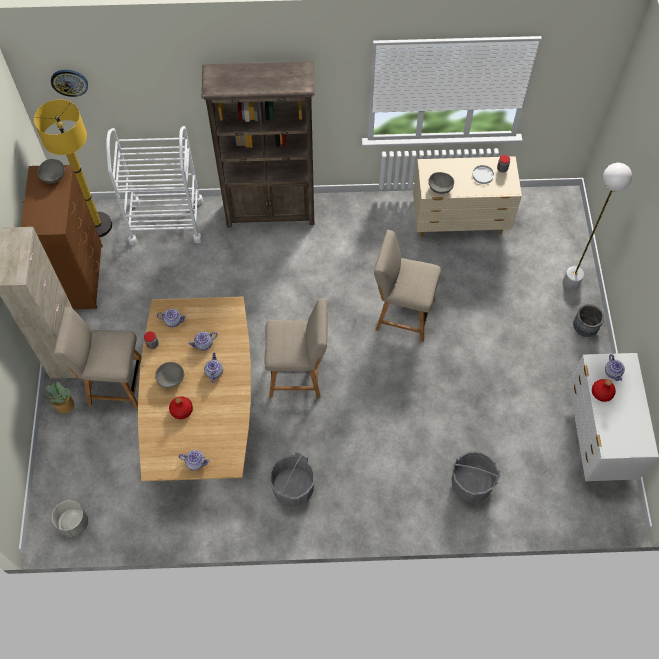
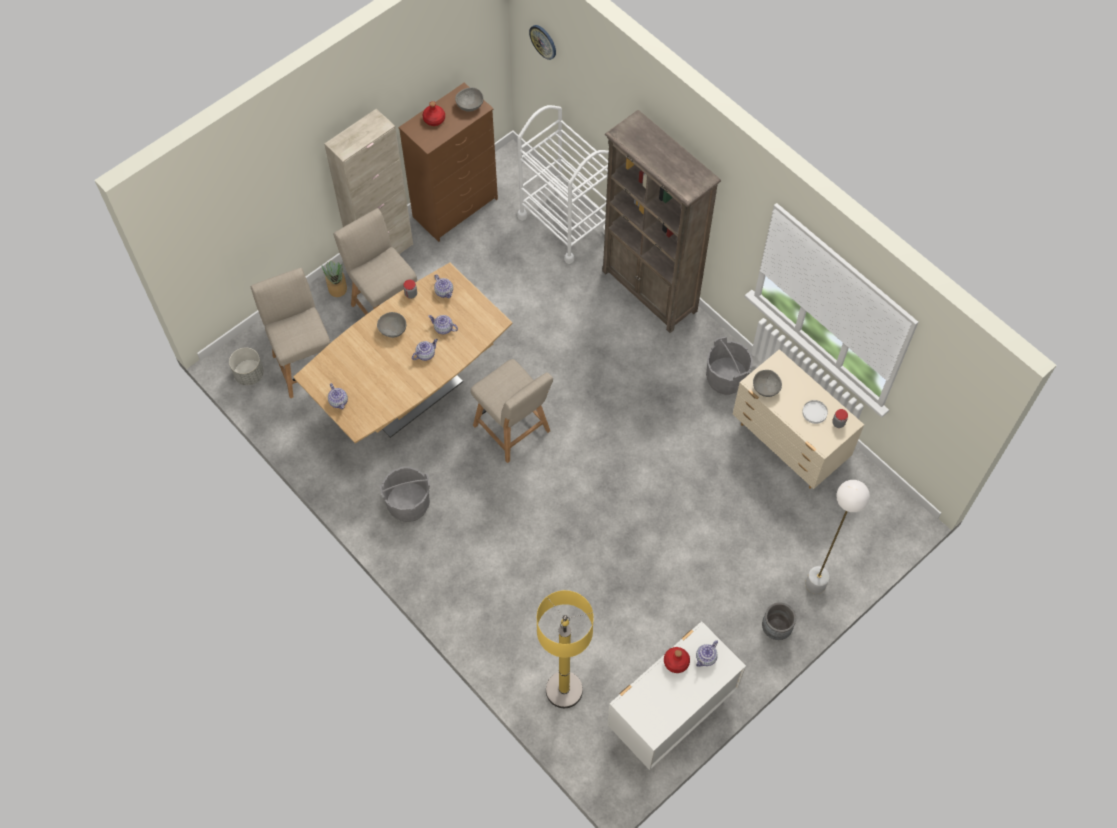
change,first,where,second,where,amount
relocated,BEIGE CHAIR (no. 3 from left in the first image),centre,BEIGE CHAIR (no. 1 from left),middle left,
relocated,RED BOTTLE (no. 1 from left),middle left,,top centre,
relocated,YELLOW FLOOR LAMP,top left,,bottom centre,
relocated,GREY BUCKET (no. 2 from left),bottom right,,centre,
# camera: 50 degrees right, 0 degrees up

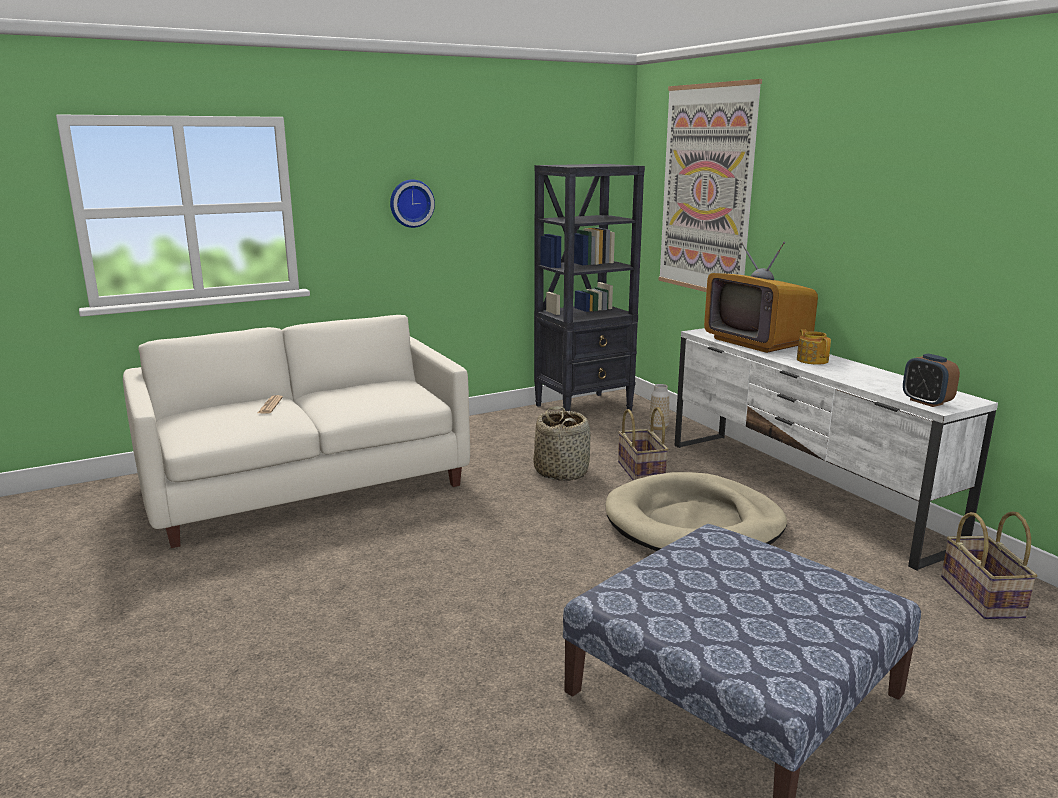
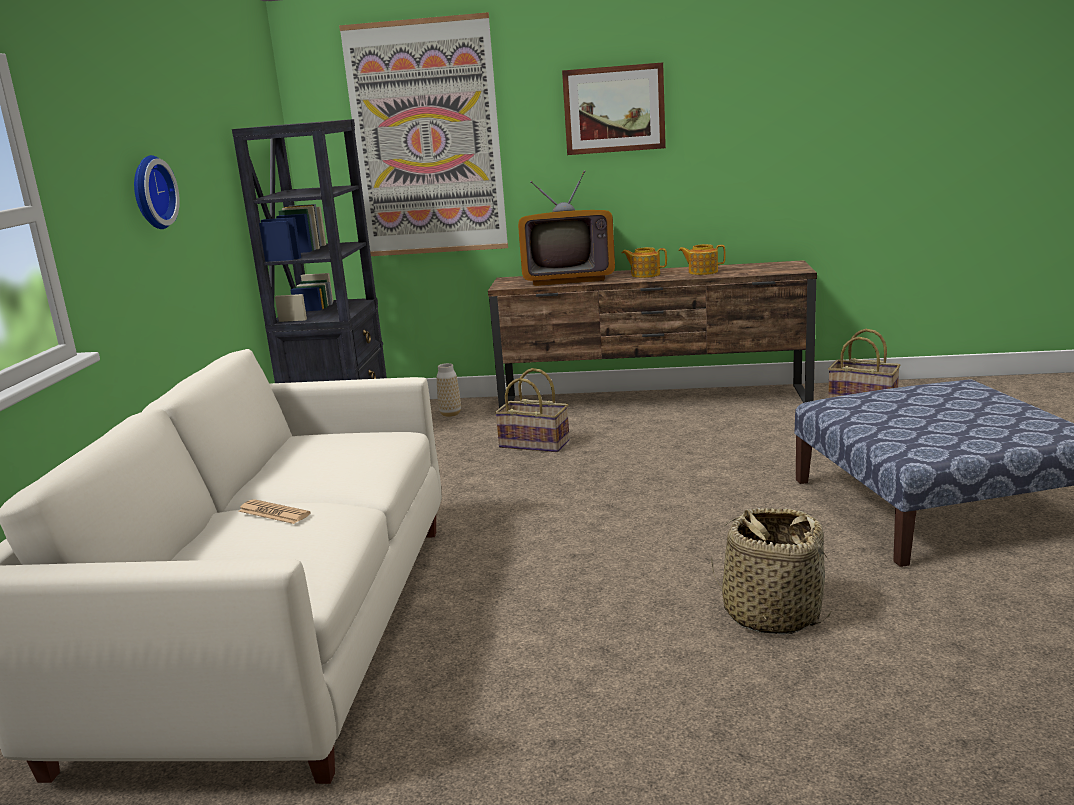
change,first,where,second,where,amount
colour,WHITE TV STAND,middle right,BROWN TV STAND,centre,
appeared,,,PICTURE (no. 2 from left),top centre,
appeared,,,TEAPOT (no. 2 from left),top centre,
relocated,BASKET (no. 1 from left in the first image),centre,BASKET (no. 2 from left),bottom right,
missing,BEIGE DOG BED,centre,,,
missing,ALARM CLOCK,middle right,,,
# camera: 55 degrees left, 0 degrees up

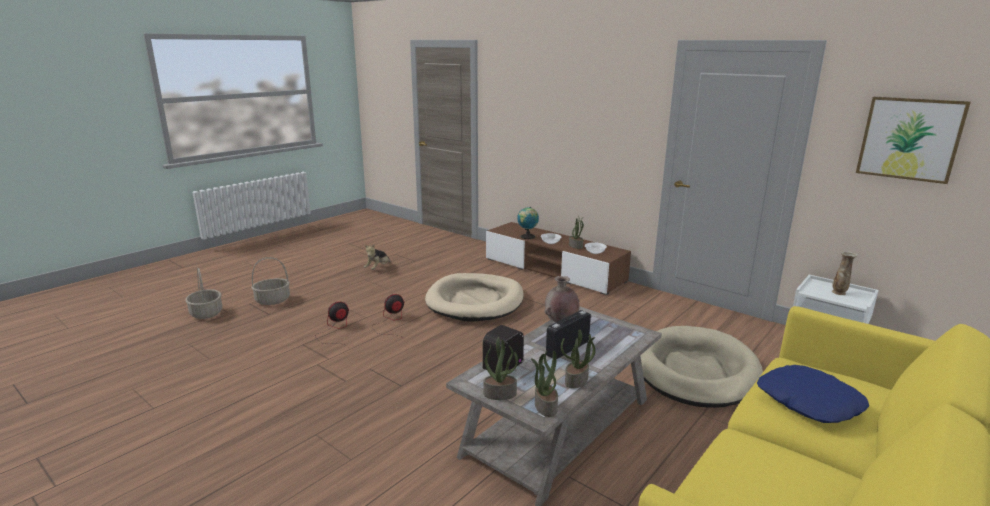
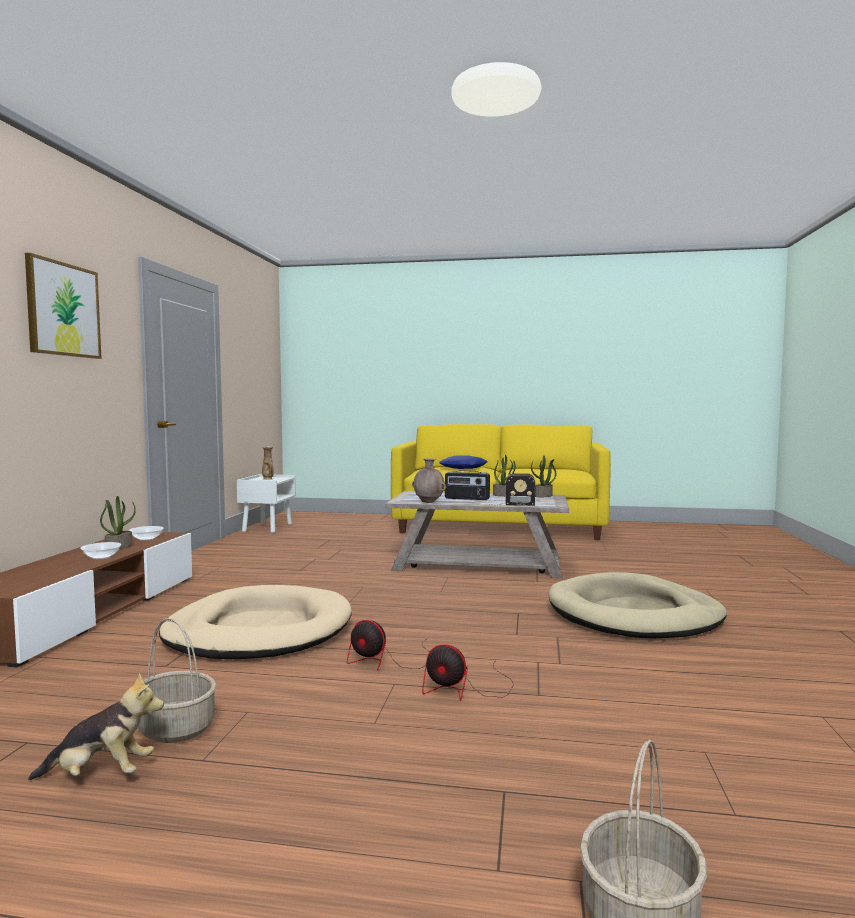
change,first,where,second,where,amount
relocated,PICTURE,top right,,middle left,
relocated,BASKET (no. 2 from left in the first image),middle left,BASKET (no. 1 from left),bottom left,
relocated,BEIGE DOG BED (no. 2 from left),bottom right,,middle right,
missing,POTTED PLANT (no. 1 from left),bottom centre,,,
missing,GLOBE,centre,,,
# camera: 120 degrees left, 15 degrees down

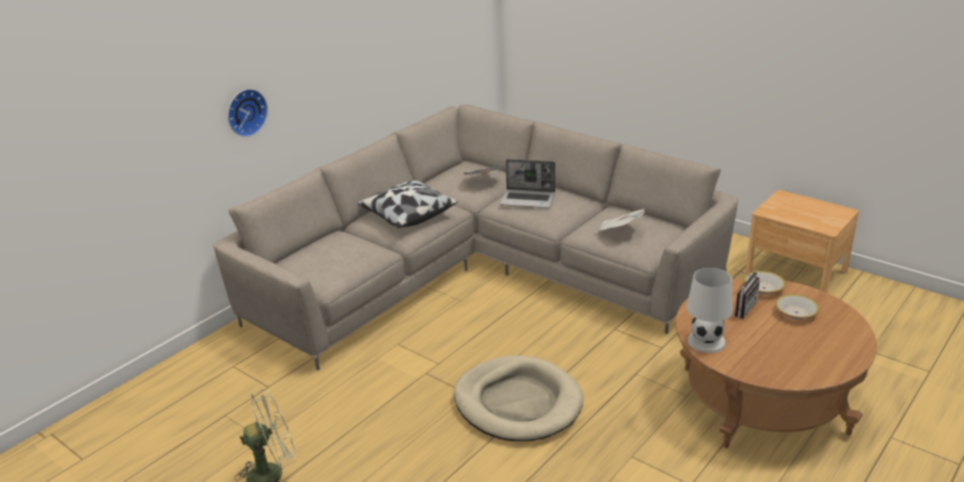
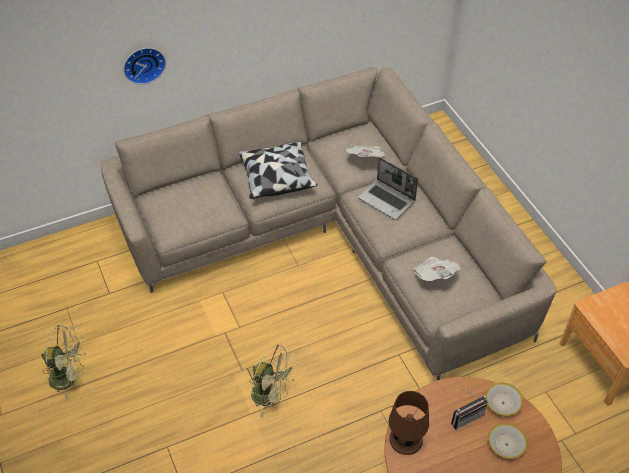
change,first,where,second,where,amount
exchanged,BEIGE DOG BED,bottom centre,GREEN FAN (no. 2 from left),bottom centre,
colour,WHITE TABLE LAMP,middle right,BROWN TABLE LAMP,bottom centre,
# camera: 25 degrees right, 20 degrees up

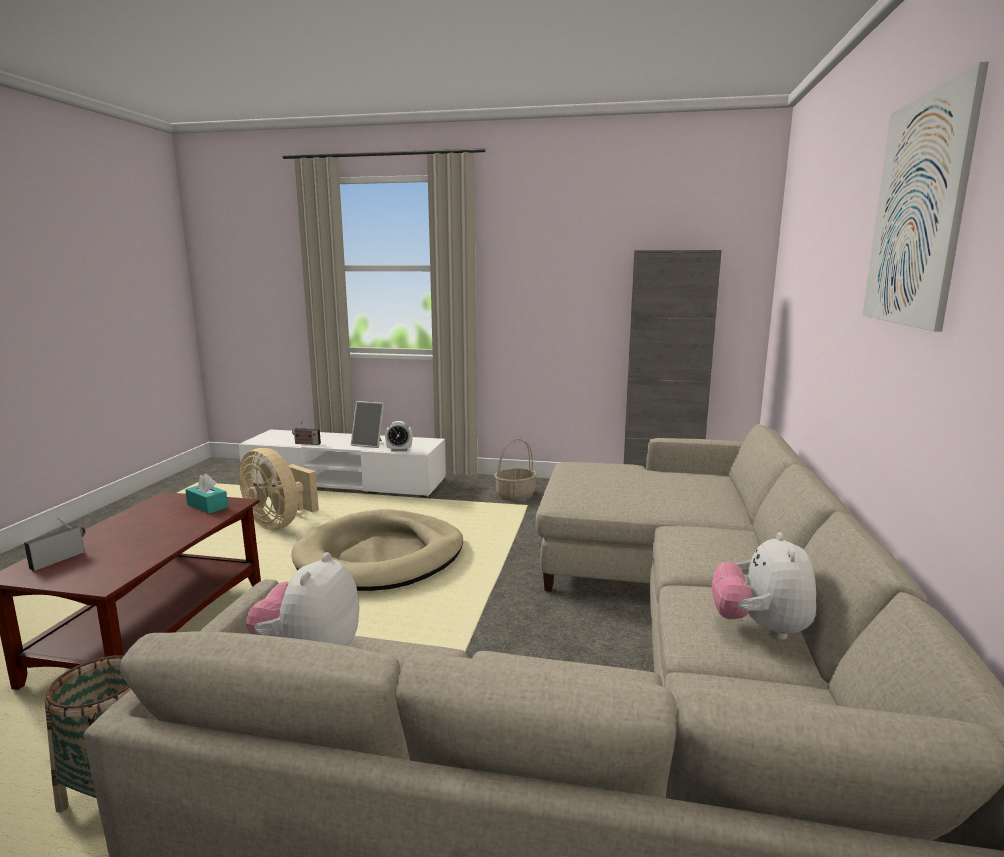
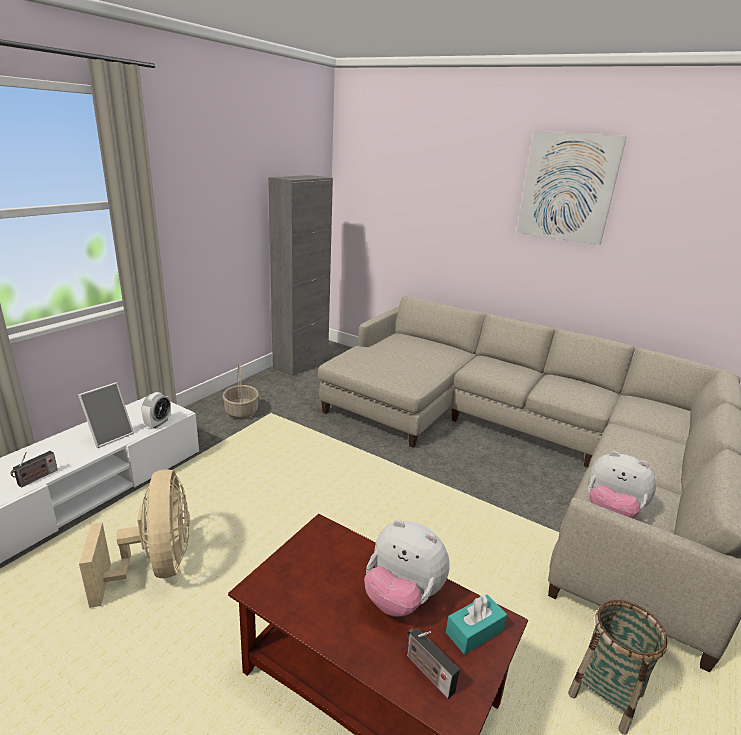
change,first,where,second,where,amount
spun,BEIGE FAN,middle left,,bottom left,75 degrees counterclockwise
relocated,PLUSH TOY (no. 2 from left in the first image),bottom right,PLUSH TOY (no. 1 from left),bottom centre,
relocated,TURQUOISE TISSUE BOX,middle left,,bottom centre,
missing,BEIGE DOG BED,centre,,,
# camera: 70 degrees left, 10 degrees up

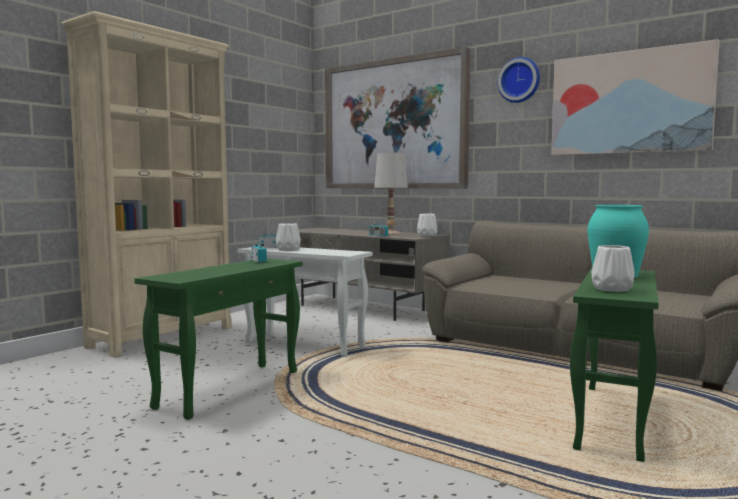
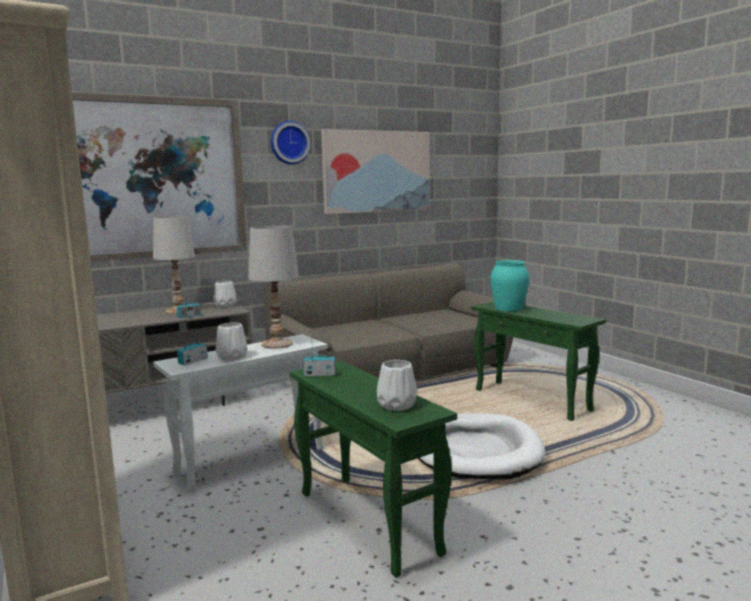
change,first,where,second,where,amount
appeared,,,WHITE TABLE LAMP (no. 2 from left),centre,
relocated,WHITE VASE (no. 3 from left),middle right,,centre,
appeared,,,WHITE DOG BED,bottom centre,
# camera: 65 degrees left, 5 degrees up

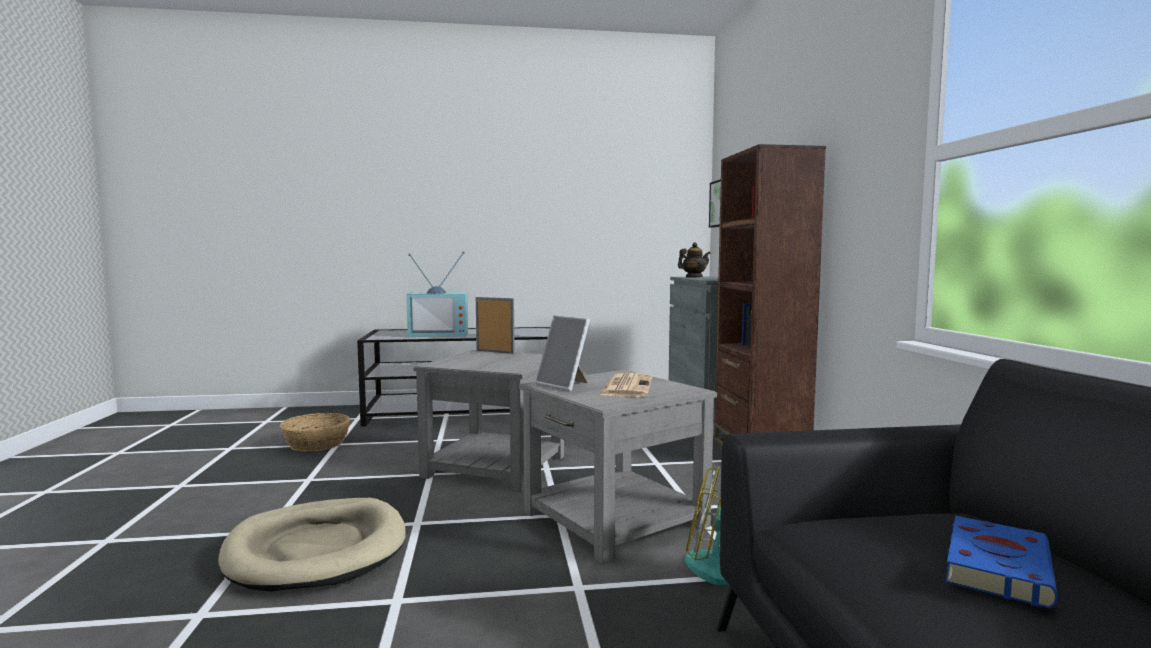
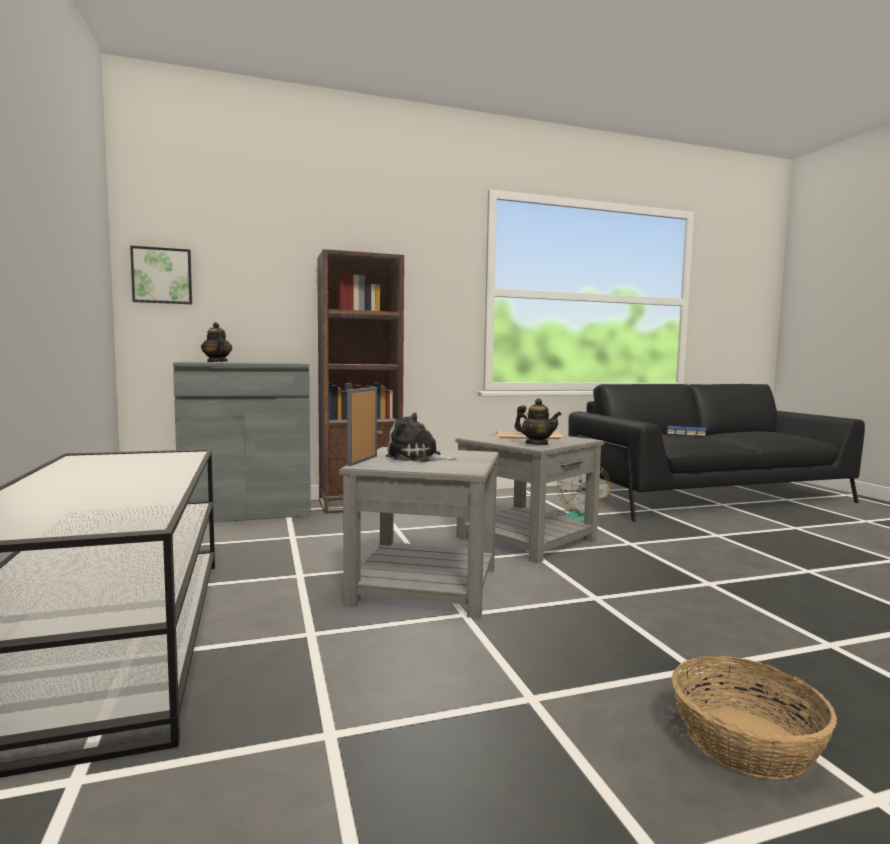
change,first,where,second,where,amount
appeared,,,PLUSH TOY,centre,
exchanged,PICTURE FRAME (no. 2 from left),centre,TEAPOT (no. 2 from left),centre,
relocated,BASKET,bottom left,,bottom right,
missing,BEIGE DOG BED,bottom left,,,
missing,TELEVISION,centre,,,
# camera: 100 degrees left, 0 degrees up

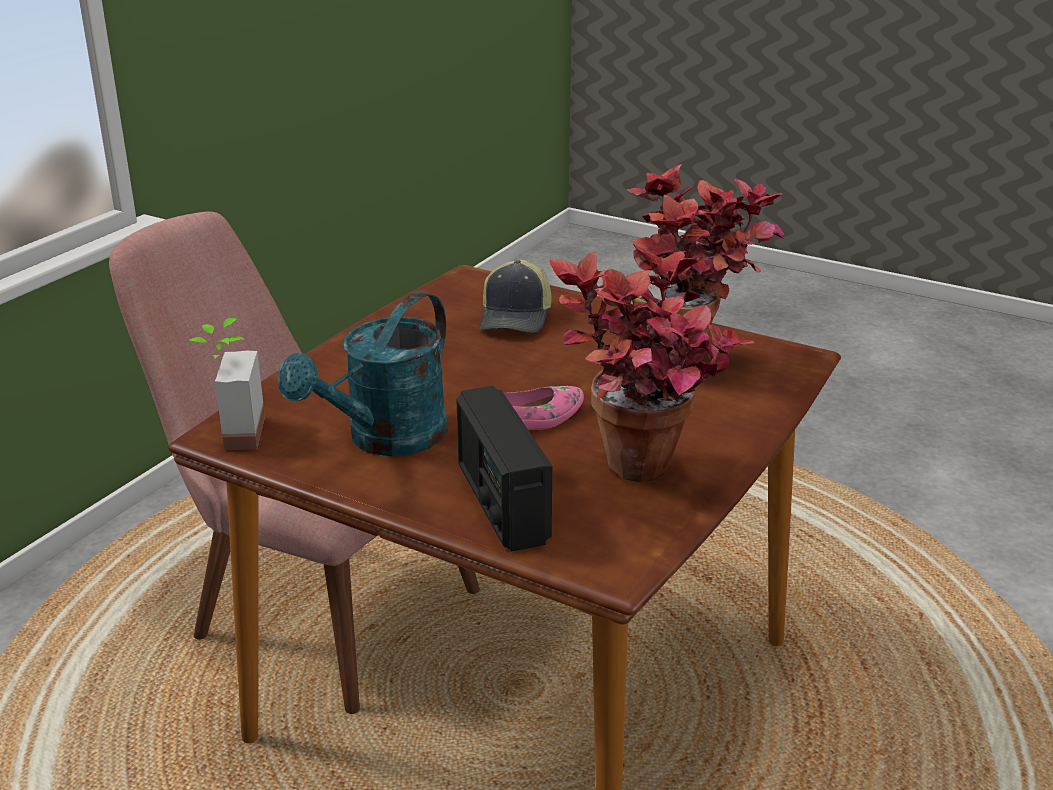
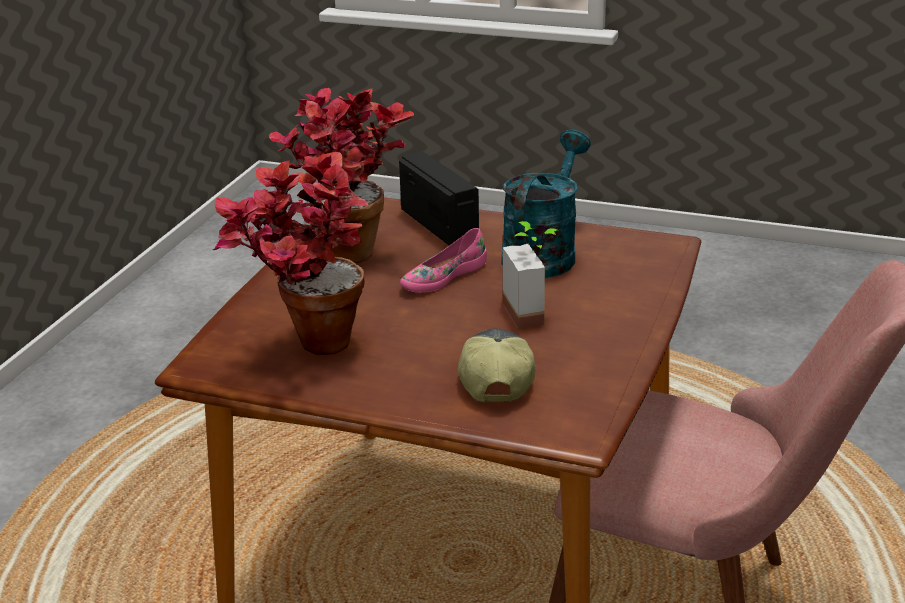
change,first,where,second,where,amount
relocated,POTTED PLANT (no. 1 from left in the first image),middle left,POTTED PLANT (no. 3 from left),centre,
# camera: 170 degrees right, 0 degrees up

